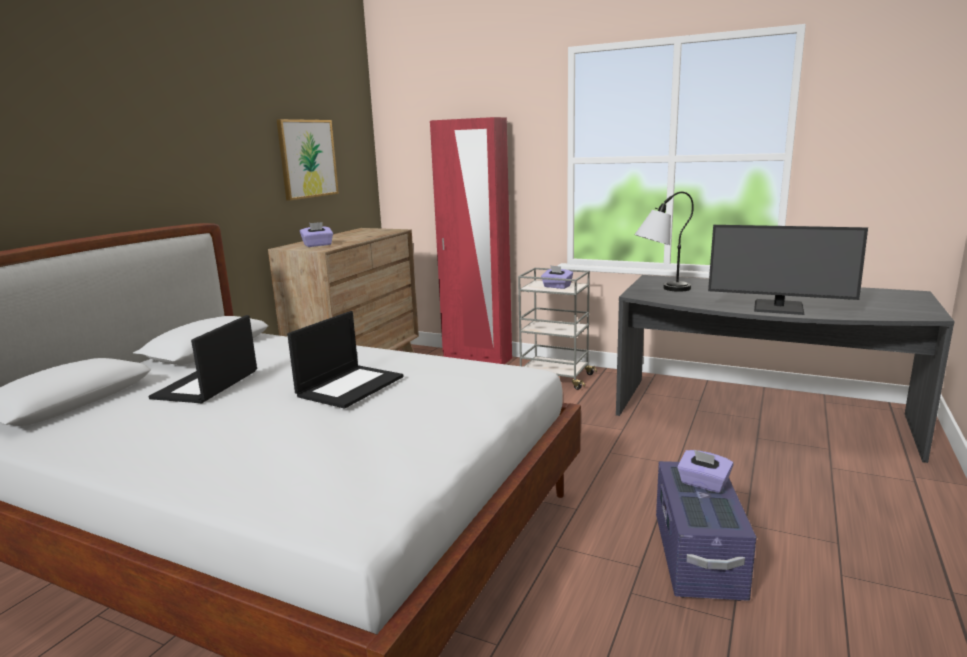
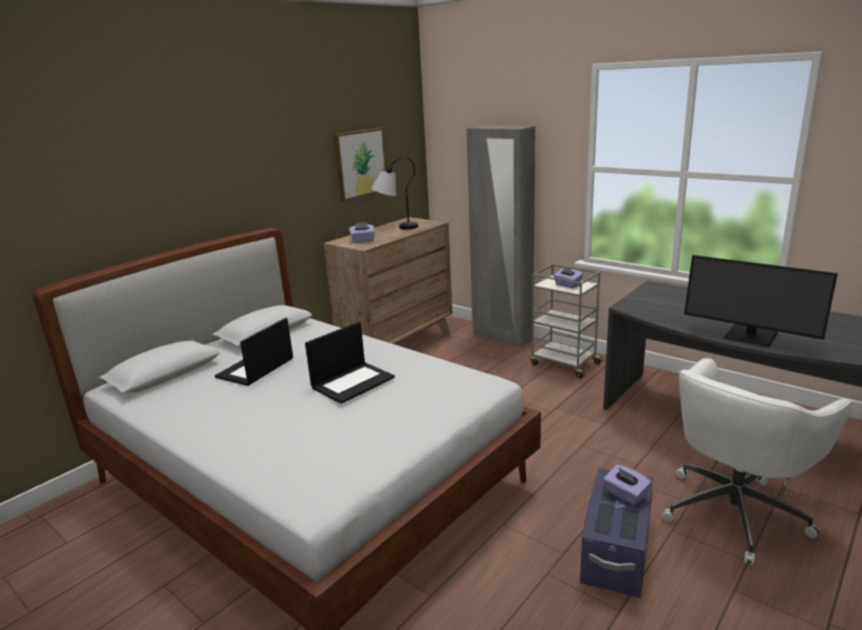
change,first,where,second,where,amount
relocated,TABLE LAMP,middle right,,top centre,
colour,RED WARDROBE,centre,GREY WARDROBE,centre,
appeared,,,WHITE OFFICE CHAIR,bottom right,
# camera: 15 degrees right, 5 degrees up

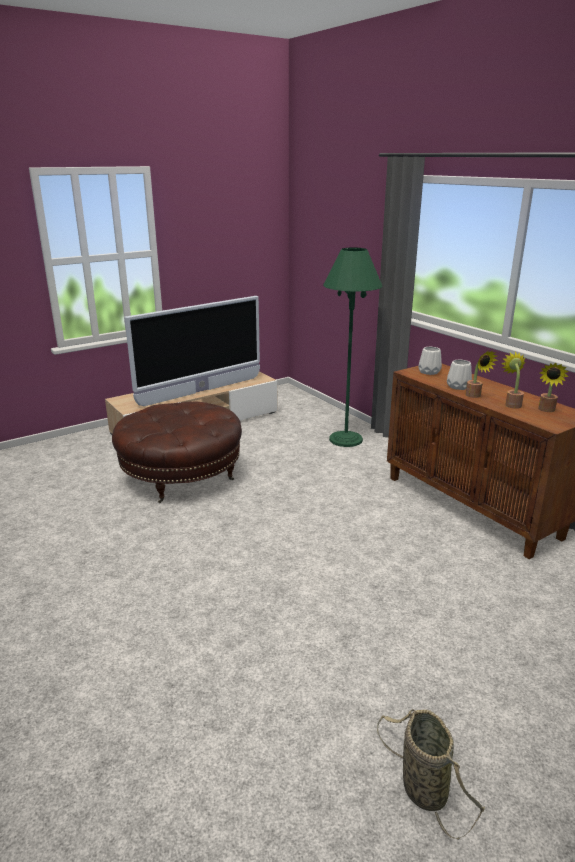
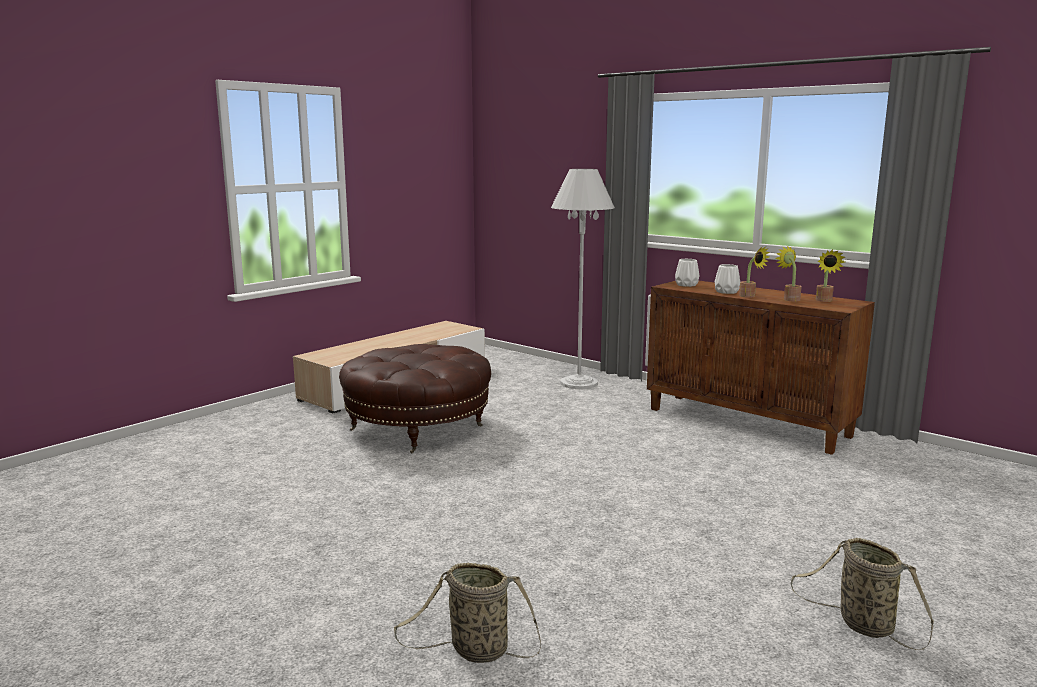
change,first,where,second,where,amount
appeared,,,BASKET (no. 1 from left),bottom centre,
colour,GREEN FLOOR LAMP,centre,WHITE FLOOR LAMP,centre,
missing,TELEVISION,centre,,,
# camera: 15 degrees left, 10 degrees down

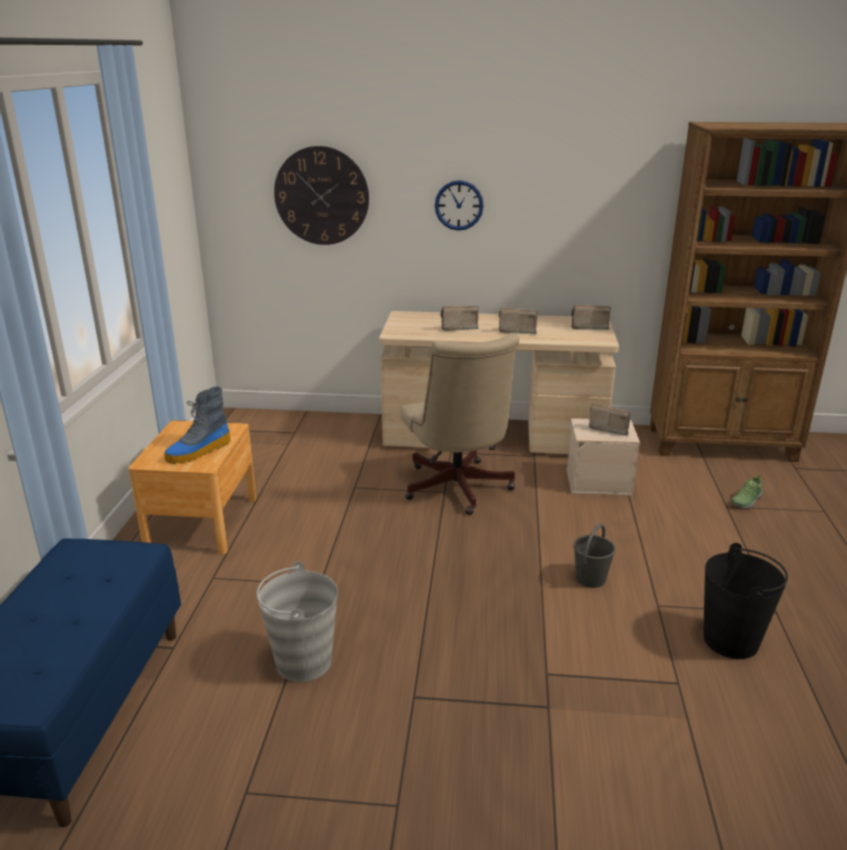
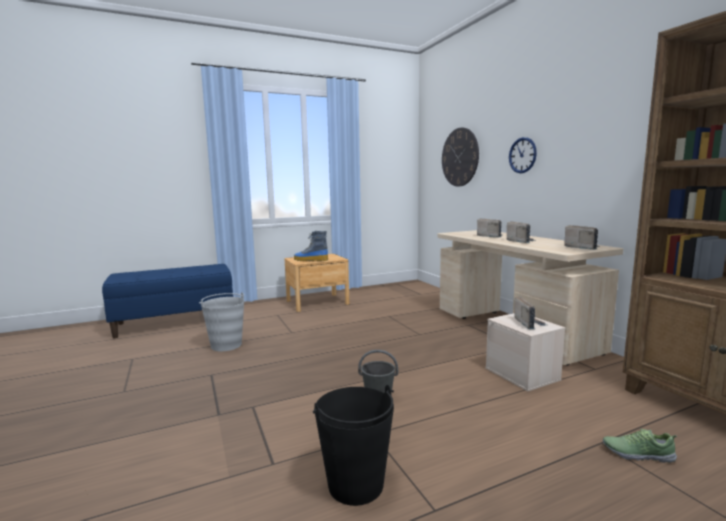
change,first,where,second,where,amount
missing,BEIGE OFFICE CHAIR,centre,,,
# camera: 60 degrees right, 15 degrees down

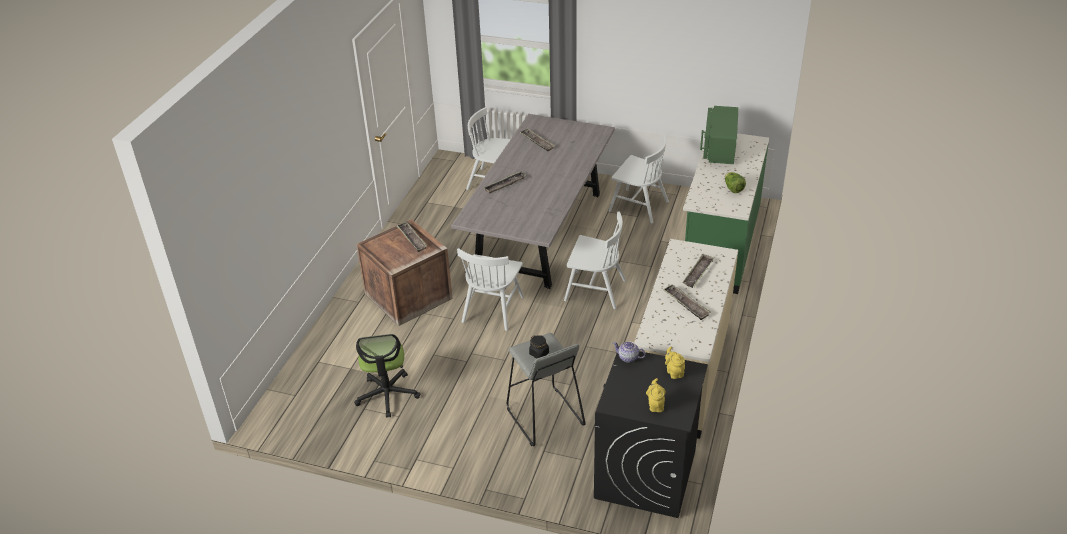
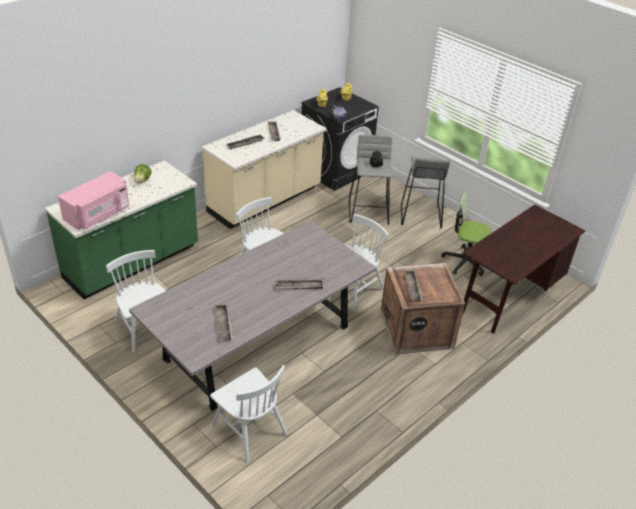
change,first,where,second,where,amount
colour,GREEN MICROWAVE,top right,PINK MICROWAVE,middle left,
appeared,,,GREY STOOL (no. 2 from left),middle right,
spun,OFFICE CHAIR,bottom centre,,middle right,90 degrees counterclockwise
appeared,,,BROWN DESK,middle right,
# camera: 155 degrees left, 0 degrees up

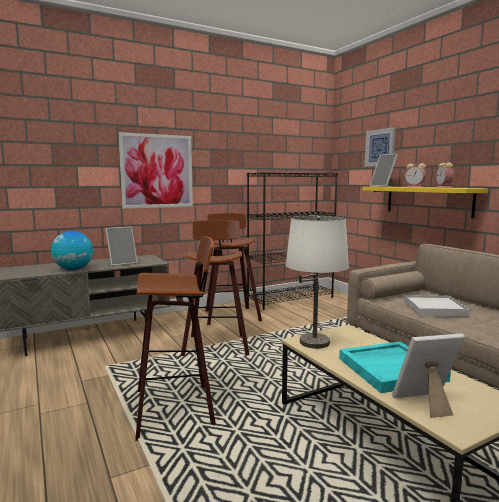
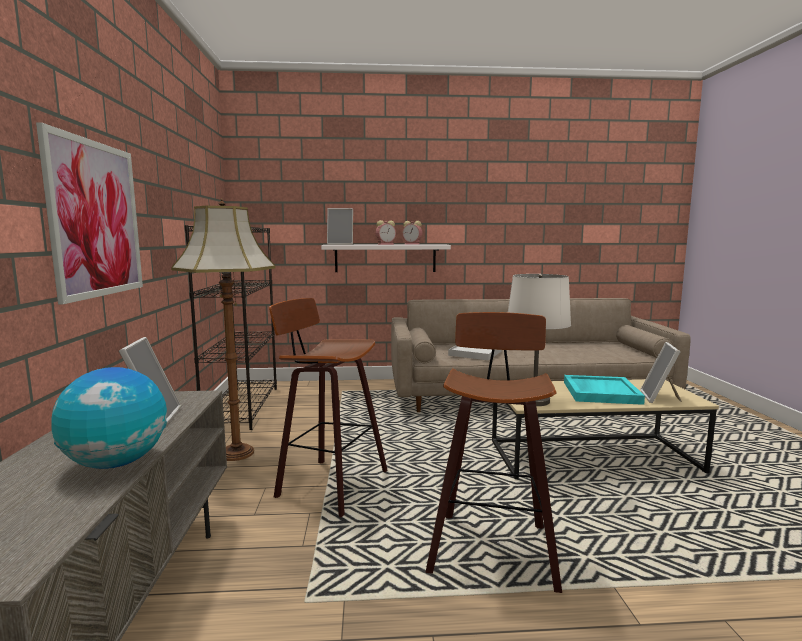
change,first,where,second,where,amount
exchanged,STOOL (no. 3 from left),centre,FLOOR LAMP,middle left,
colour,YELLOW SHELF,middle right,WHITE SHELF,centre,
missing,PICTURE (no. 2 from left),top right,,,
# camera: 65 degrees left, 0 degrees up

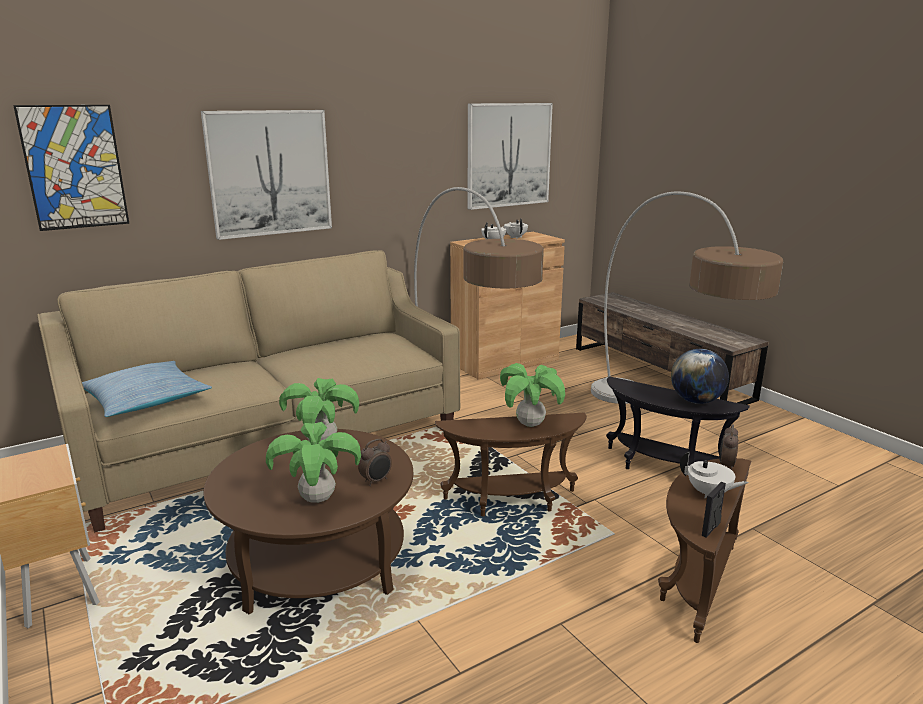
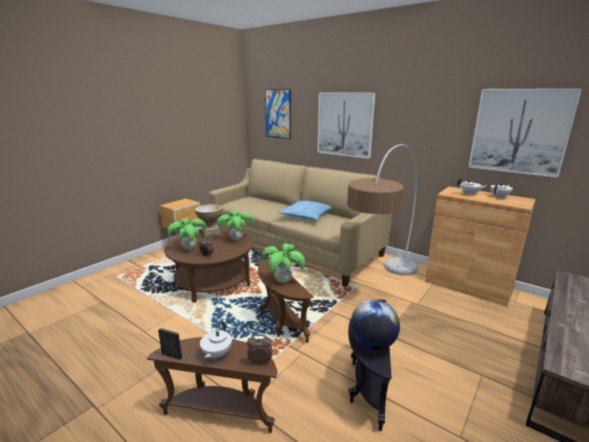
change,first,where,second,where,amount
appeared,,,VASE,centre,
relocated,PILLOW,middle left,,centre,
missing,FLOOR LAMP (no. 2 from left),middle right,,,
# camera: 70 degrees right, 0 degrees up

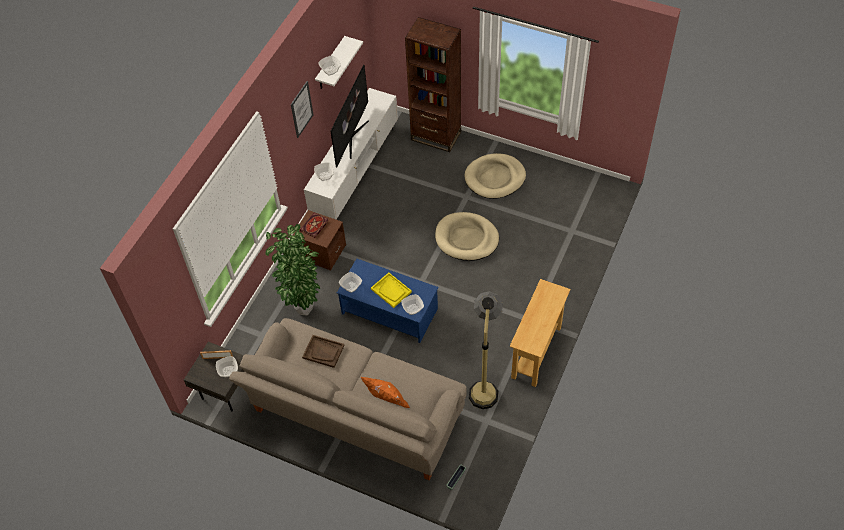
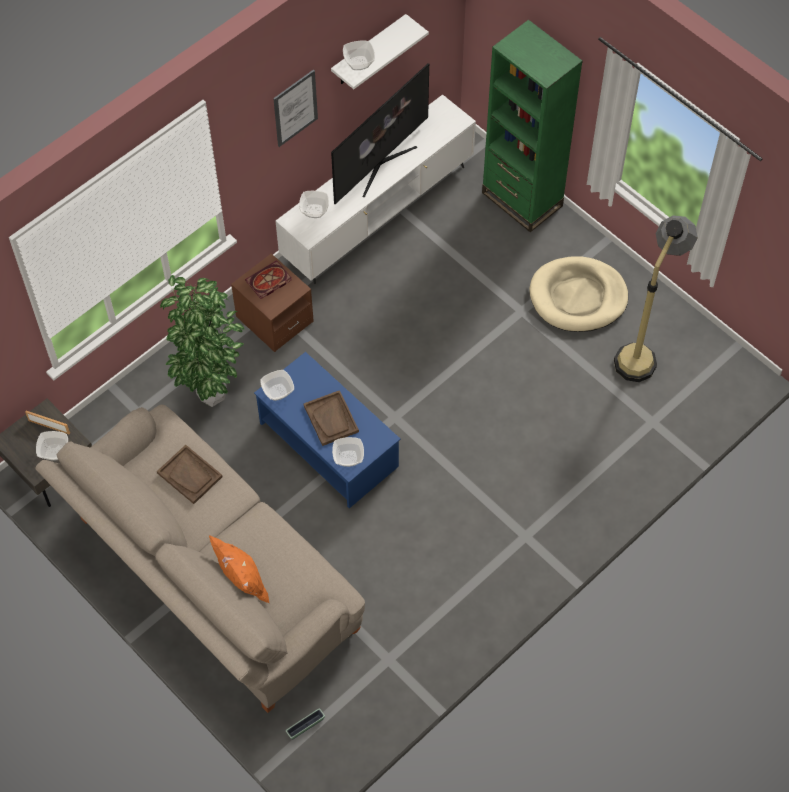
change,first,where,second,where,amount
colour,YELLOW TRAY,centre,BROWN TRAY (no. 2 from left),centre,
colour,BROWN BOOKCASE,top centre,GREEN BOOKCASE,top right,
relocated,FLOOR LAMP,centre,,middle right,
missing,BEIGE DOG BED (no. 1 from left),centre,,,
missing,BEIGE CONSOLE TABLE,centre,,,
# camera: 20 degrees right, 5 degrees up

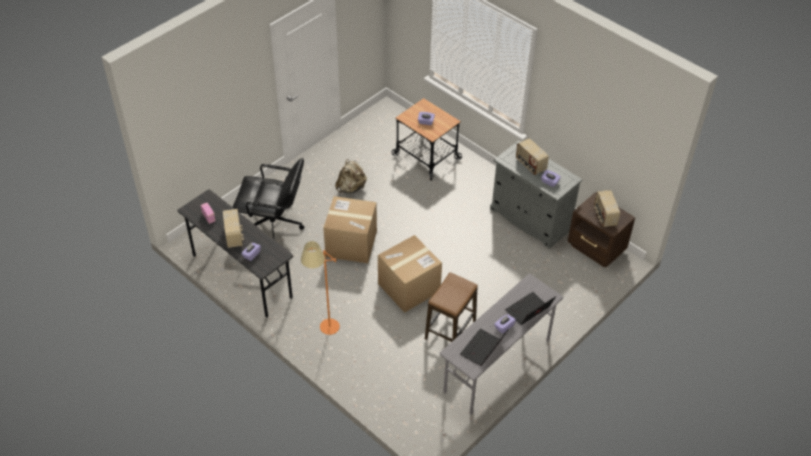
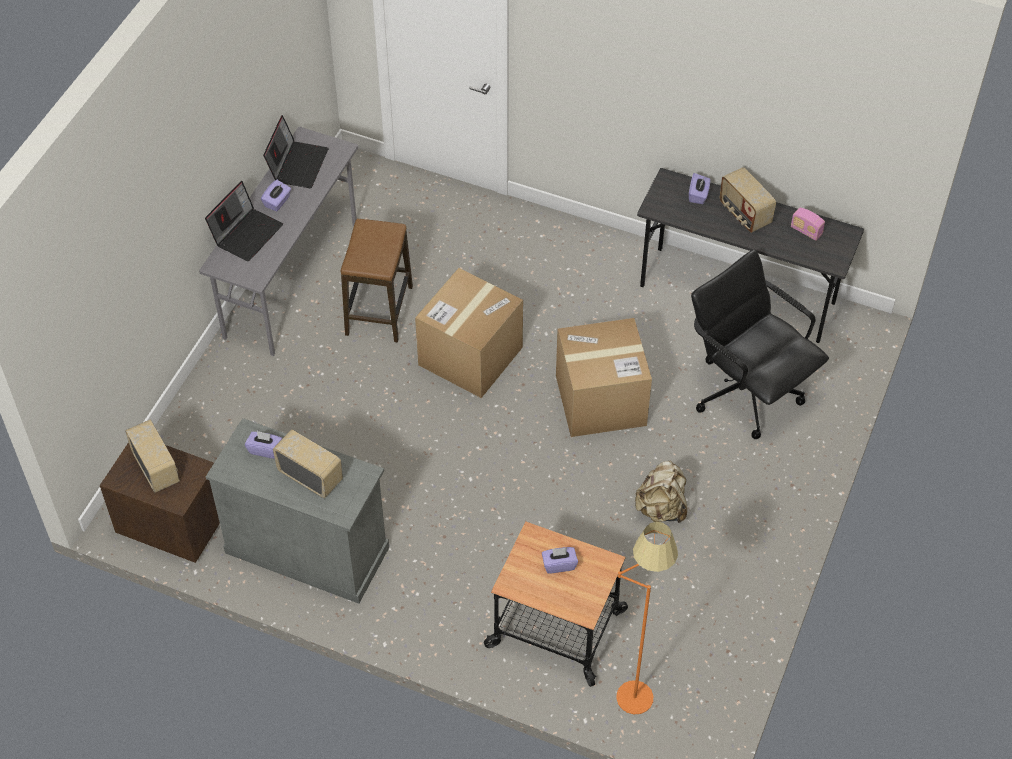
change,first,where,second,where,amount
relocated,ORANGE FLOOR LAMP,centre,,bottom centre,
spun,BLACK OFFICE CHAIR,middle left,,middle right,60 degrees clockwise
# camera: 160 degrees right, 5 degrees up

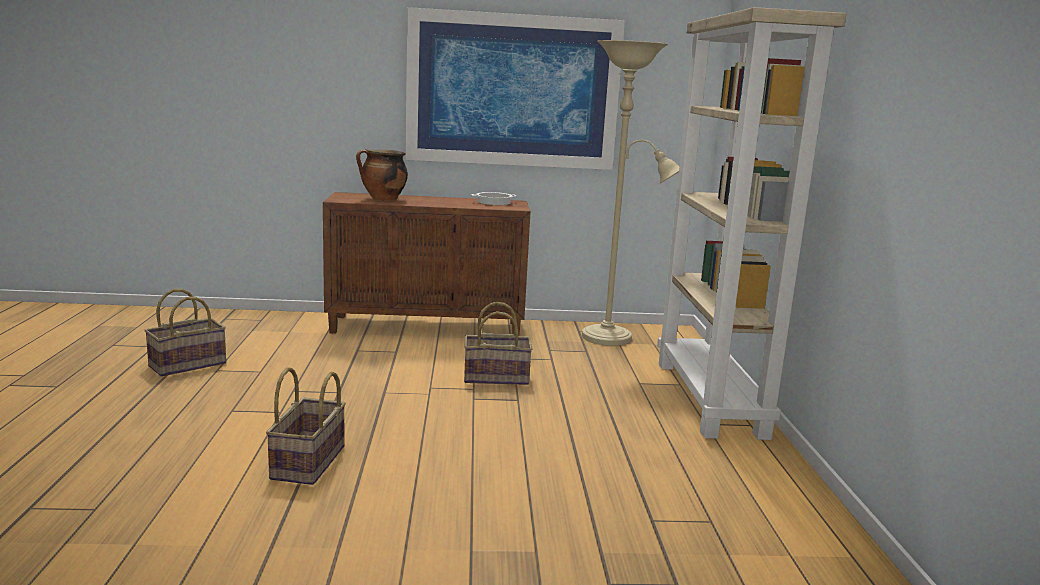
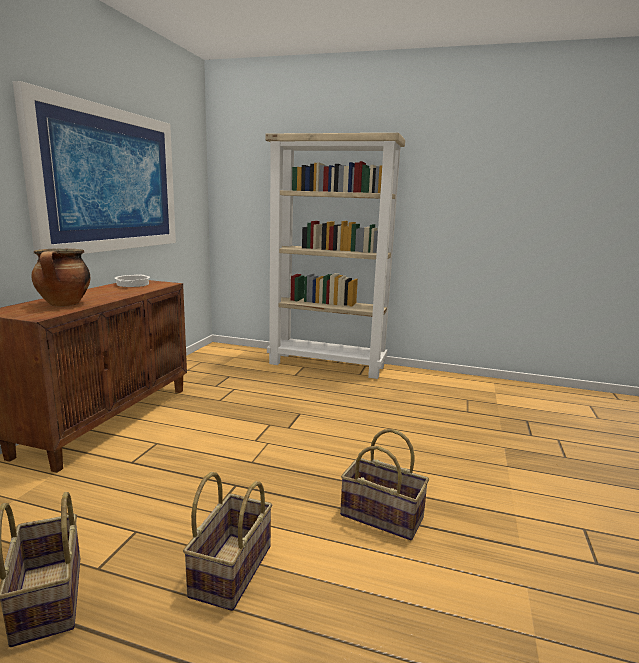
change,first,where,second,where,amount
relocated,BASKET (no. 3 from left in the first image),centre,BASKET (no. 2 from left),bottom centre,
missing,BEIGE FLOOR LAMP,top centre,,,
# camera: 70 degrees left, 0 degrees up

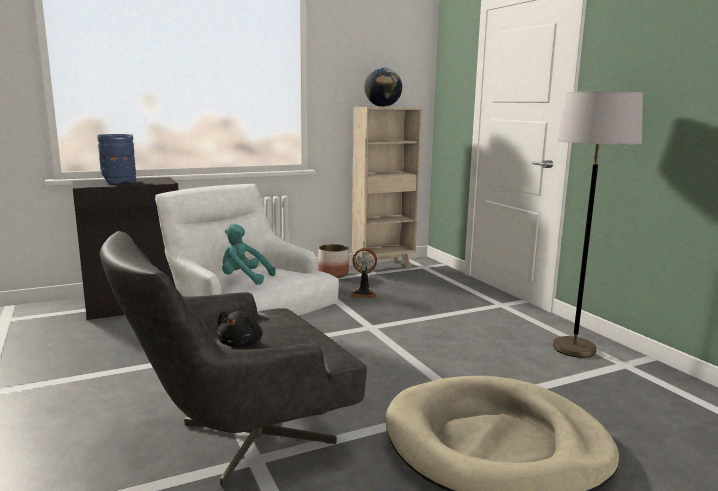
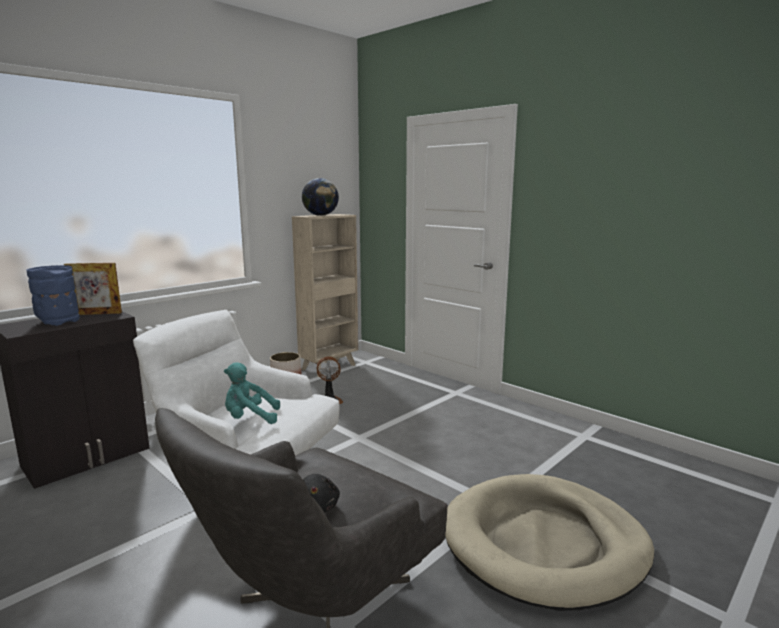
change,first,where,second,where,amount
appeared,,,PICTURE FRAME,middle left,
missing,GREY FLOOR LAMP,middle right,,,
# camera: 20 degrees left, 0 degrees up

